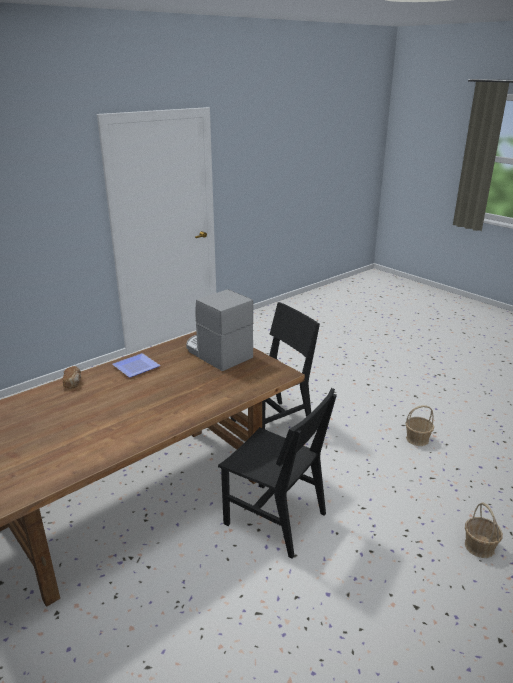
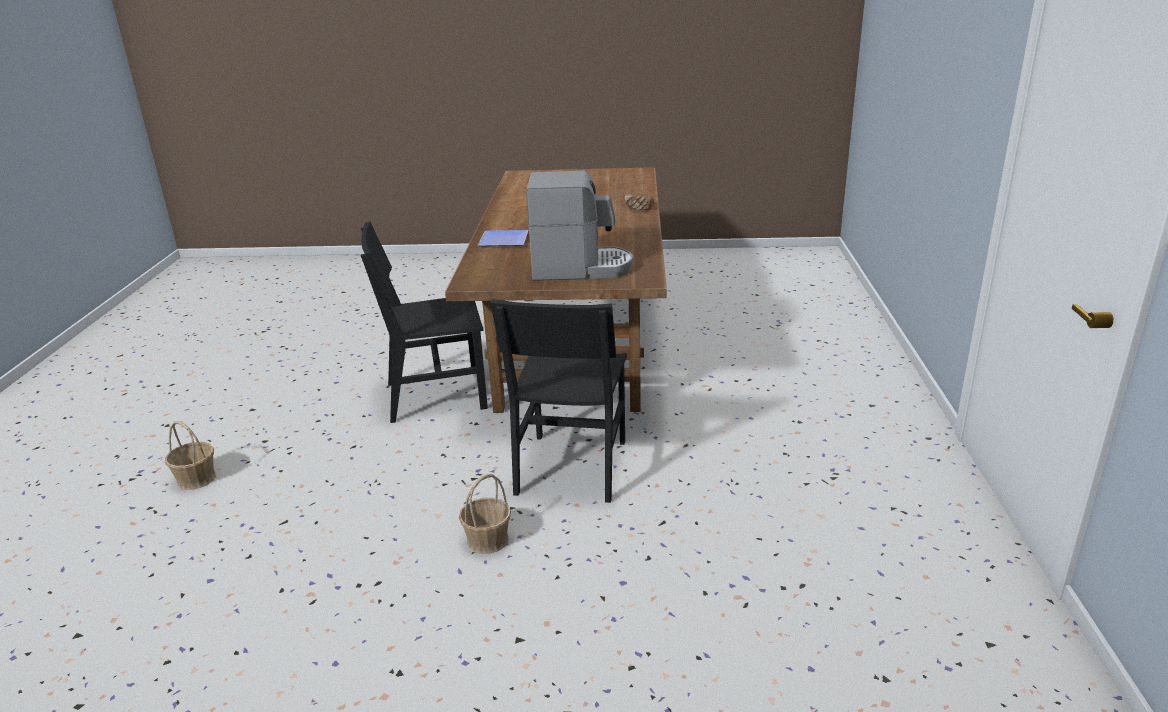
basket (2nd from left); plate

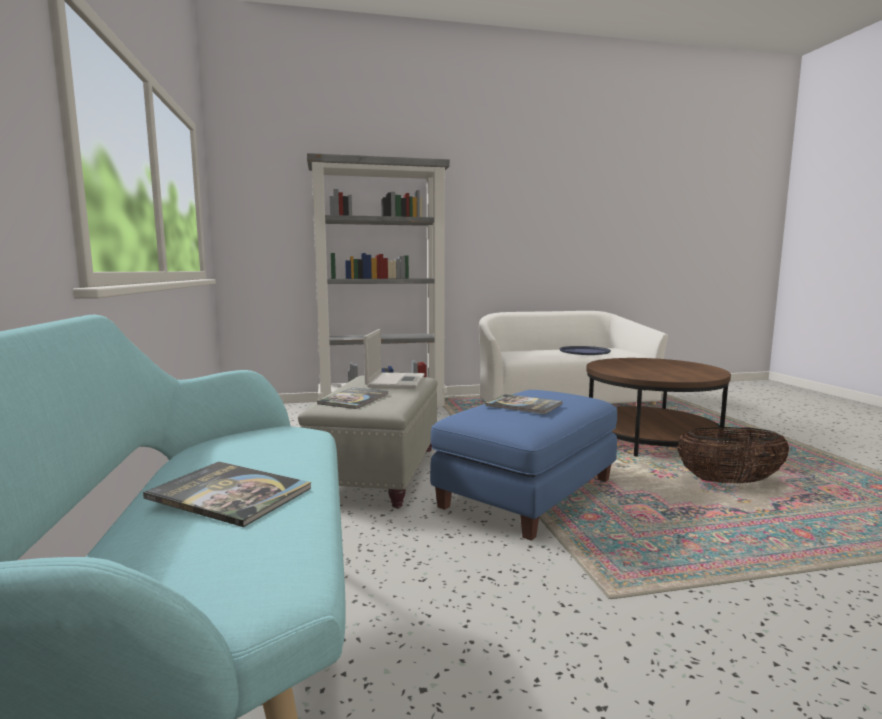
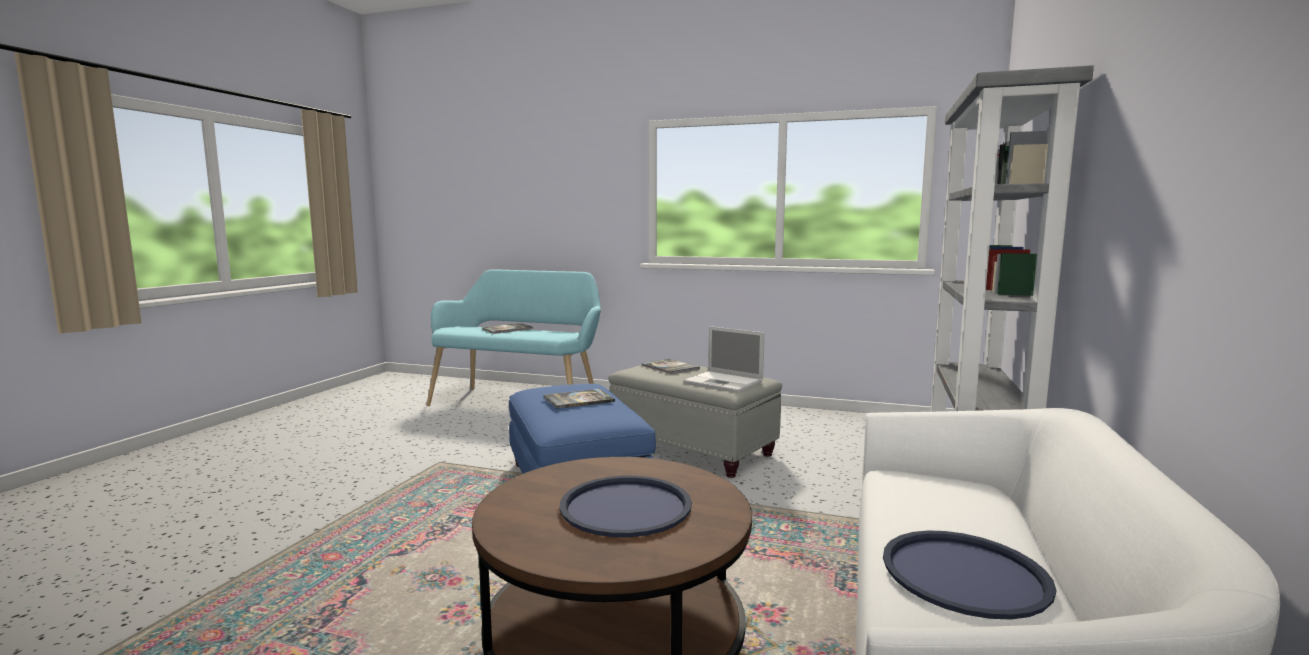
blue tray (1st from left); basket

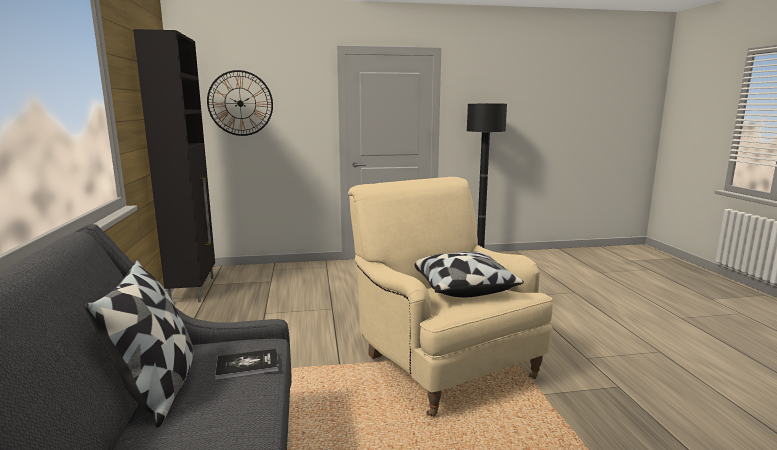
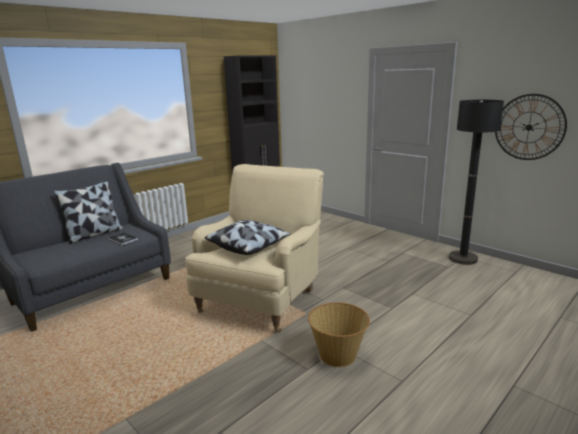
basket; wall clock

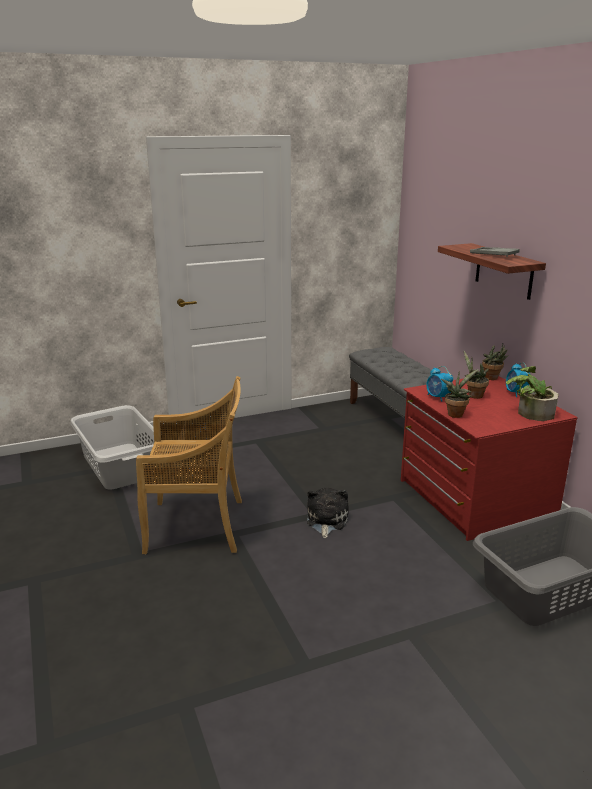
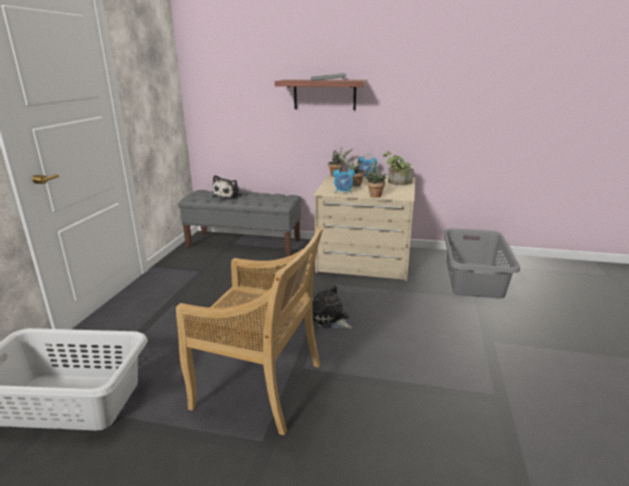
beige chair; plush toy (1st from left); beige dresser

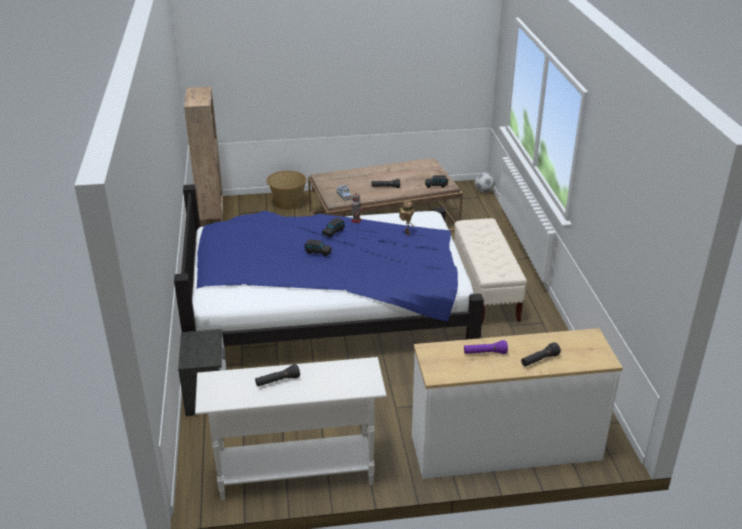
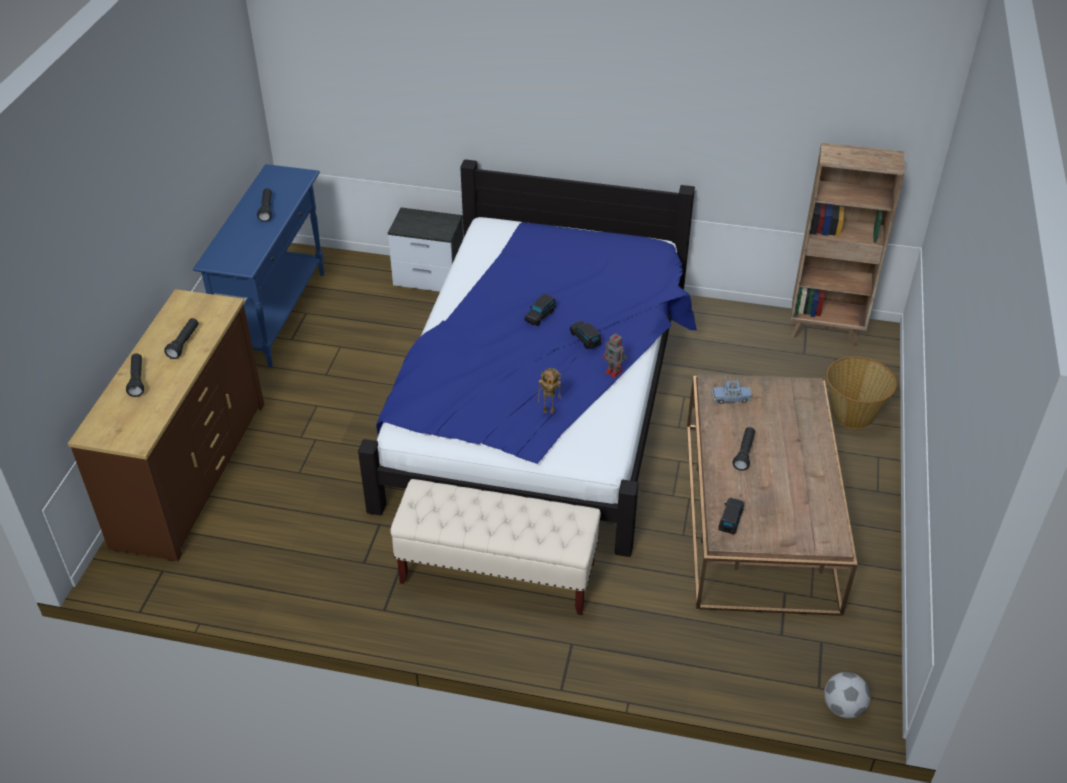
brown dresser; black flashlight (2nd from left); blue console table

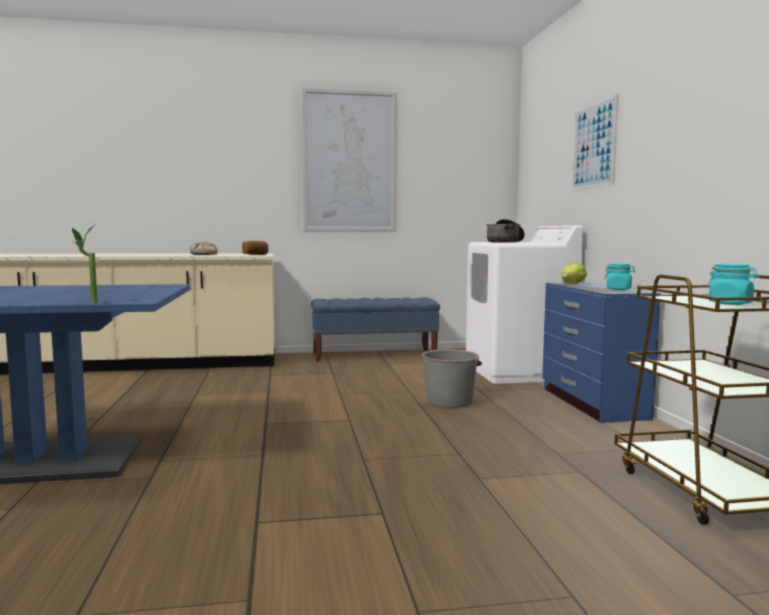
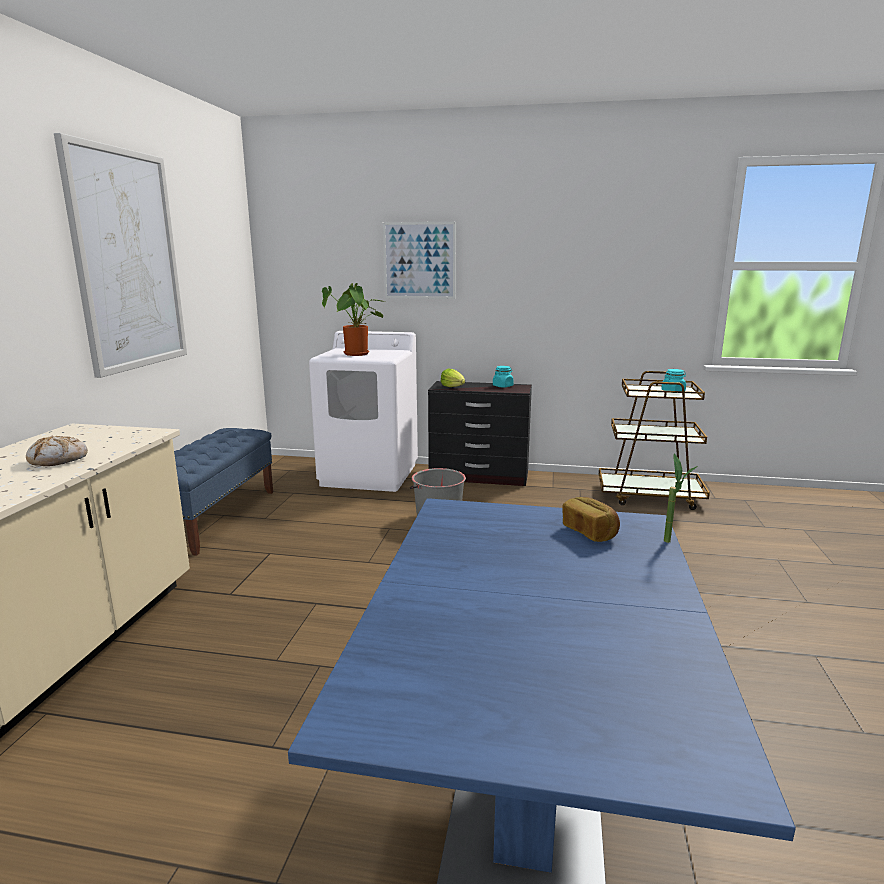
potted plant (1st from left); black dresser; bread (2nd from left)

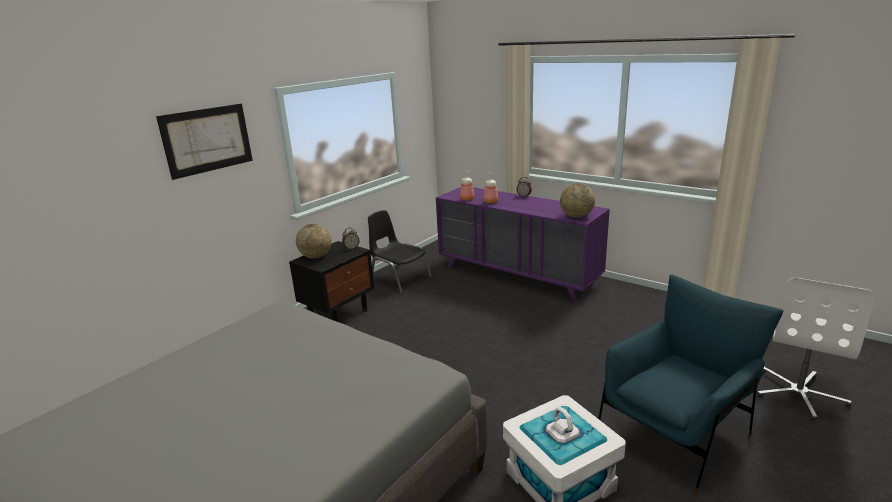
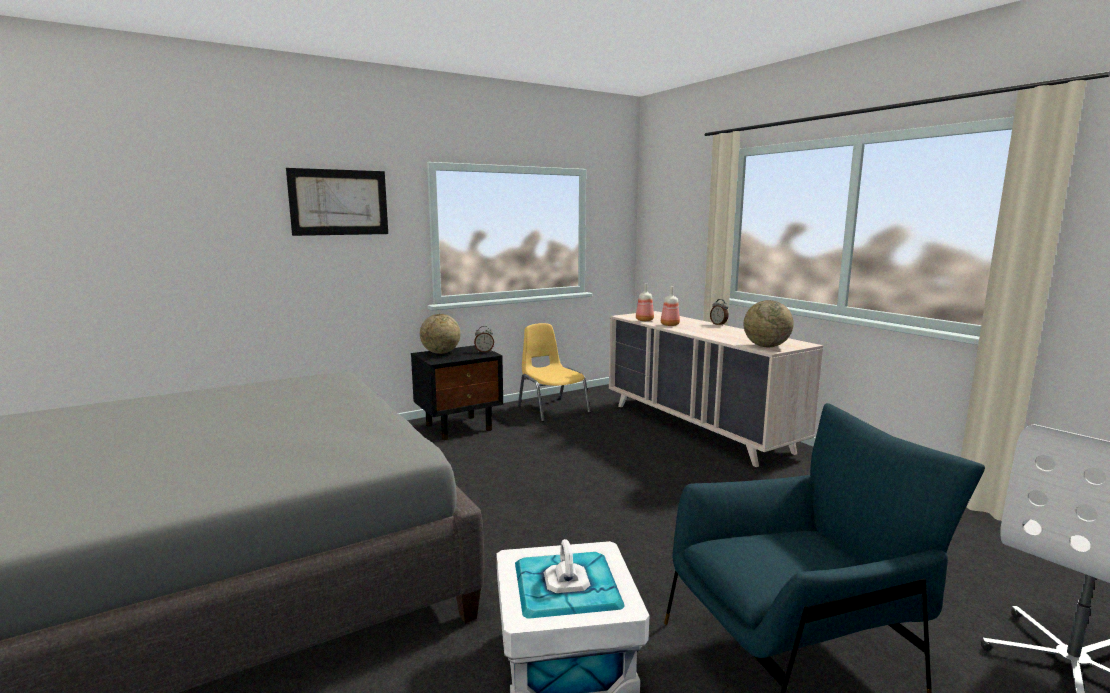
yellow chair; beige dresser

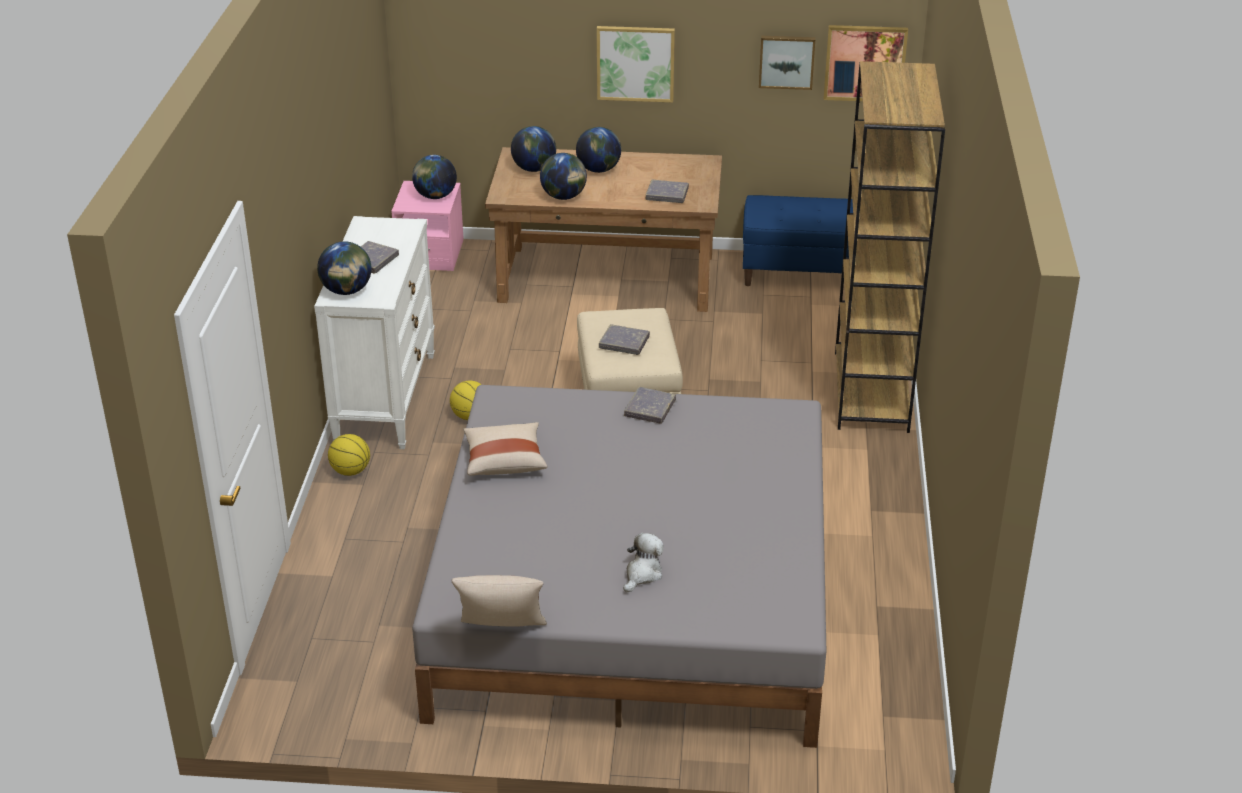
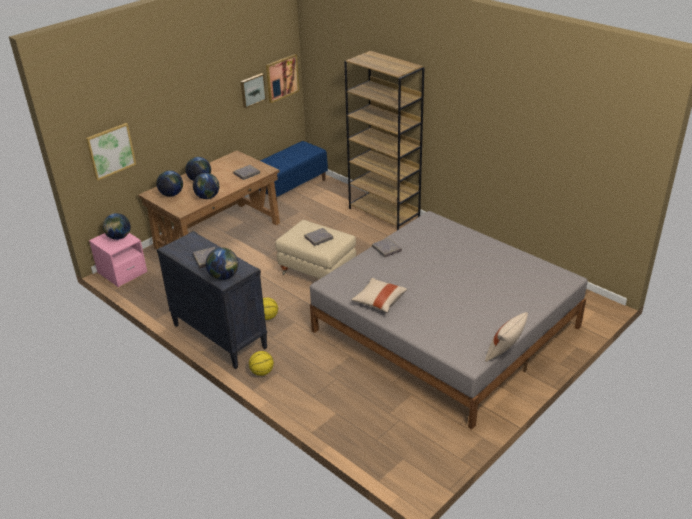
picture (1st from left); black dresser; plush toy

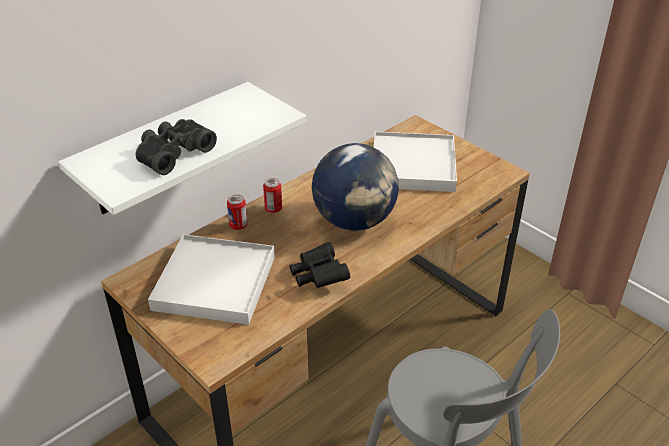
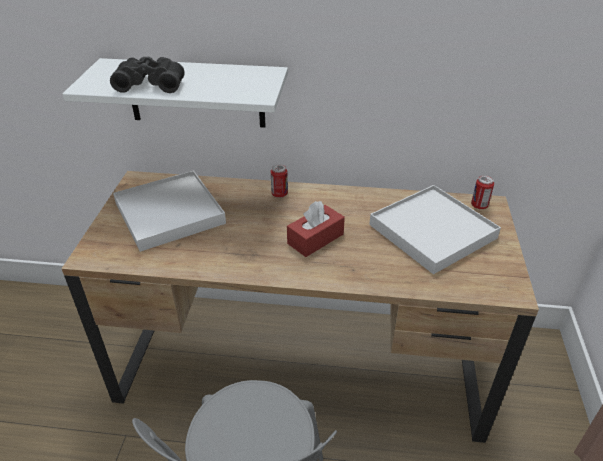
red tissue box; can (2nd from left); black binoculars (2nd from left in the first image)

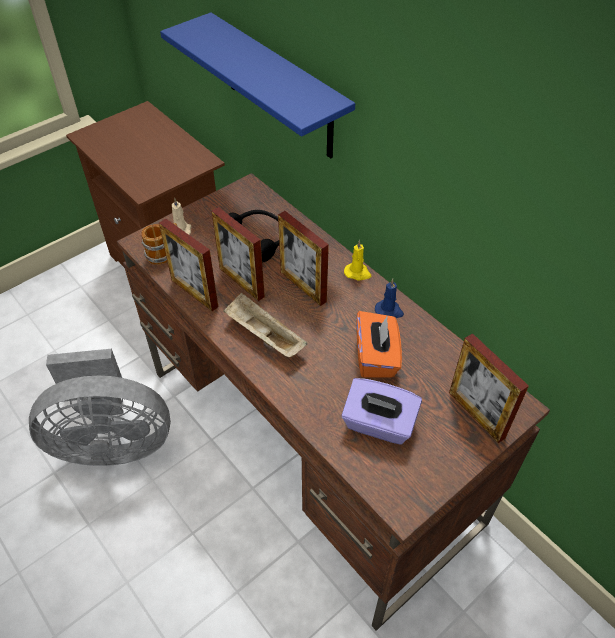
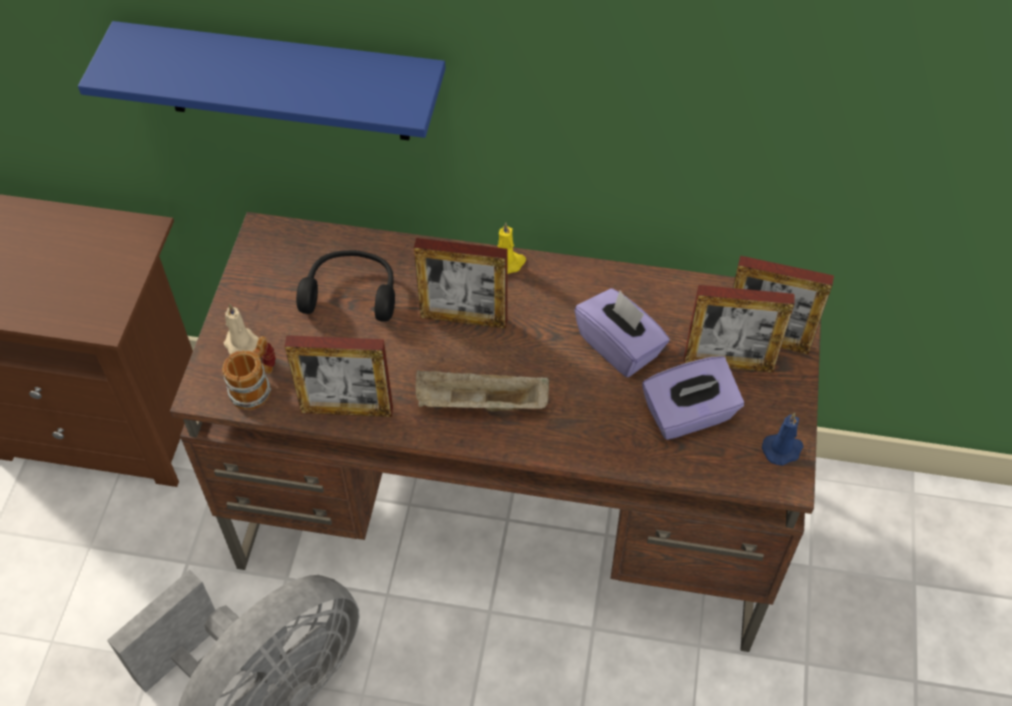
purple tissue box (1st from left); picture frame (3rd from left); blue candle

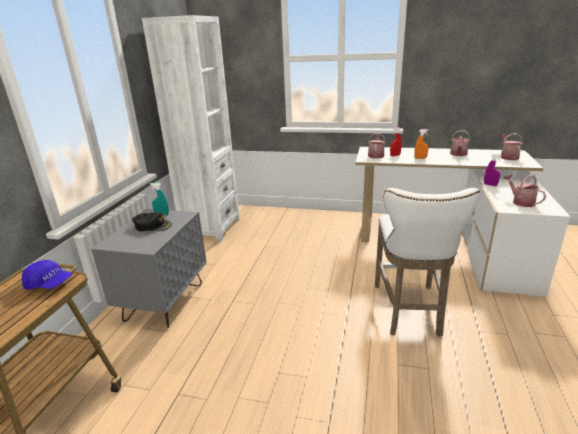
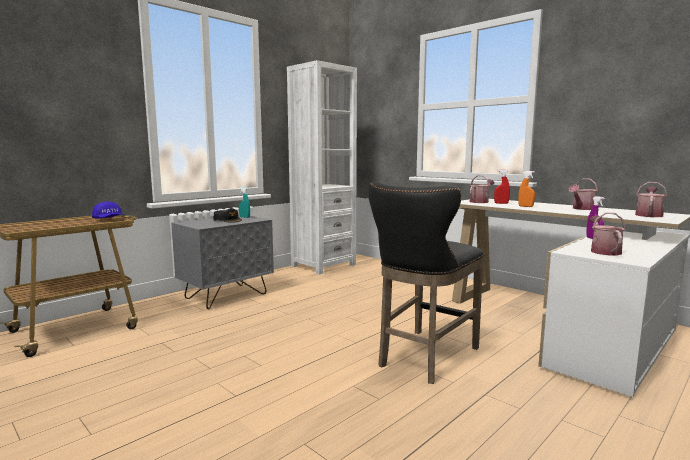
black stool

